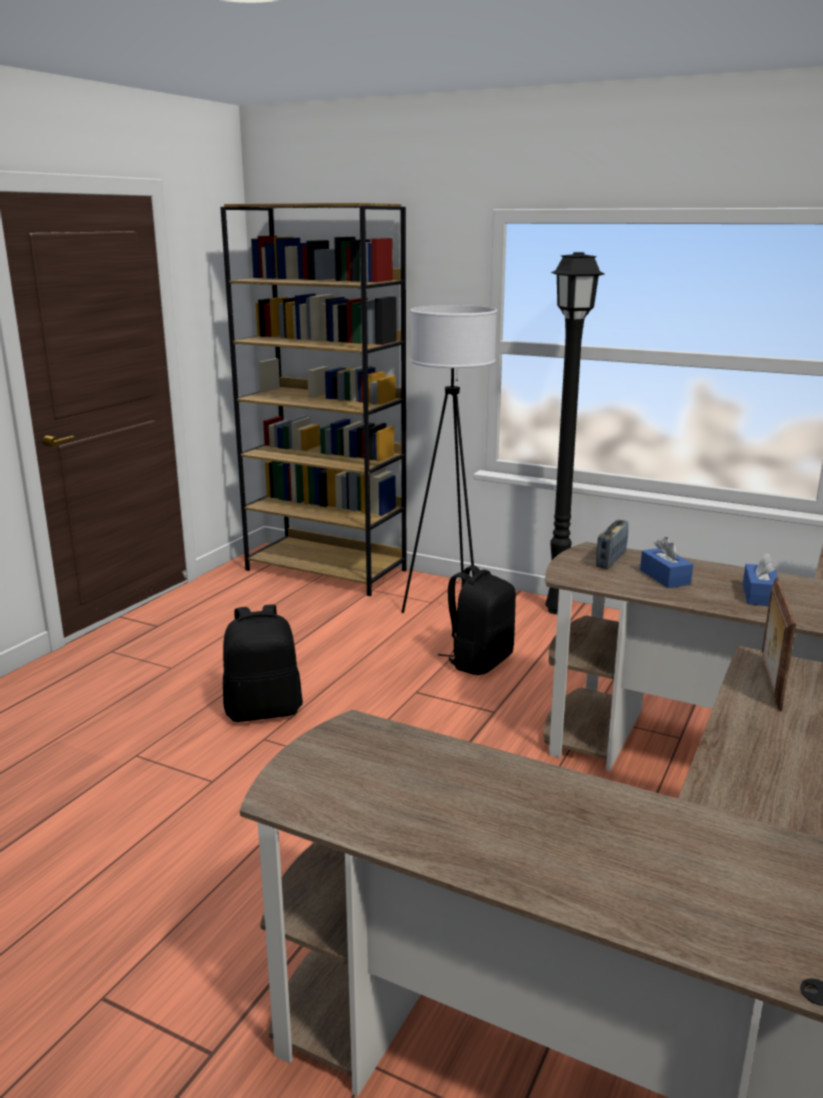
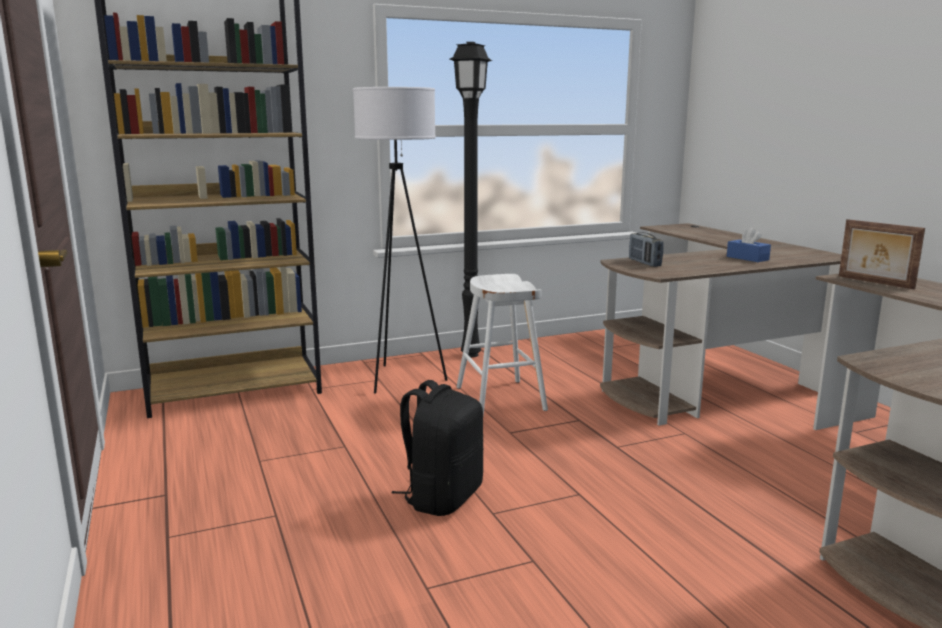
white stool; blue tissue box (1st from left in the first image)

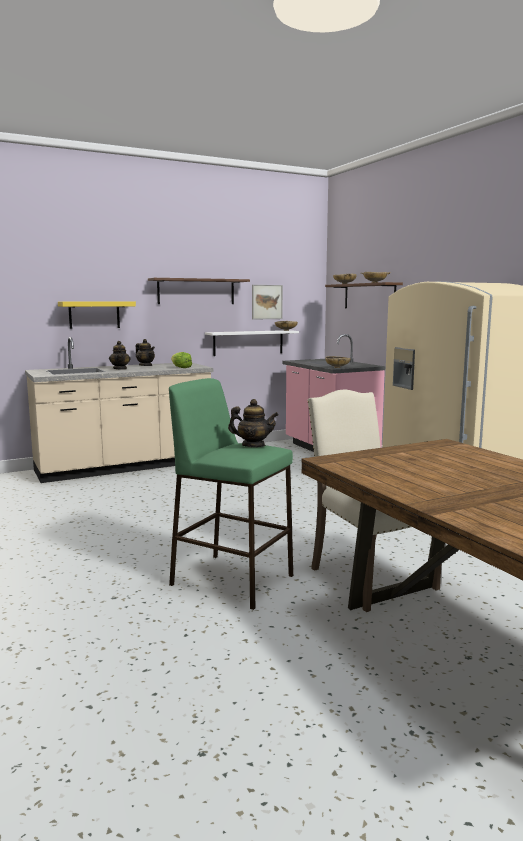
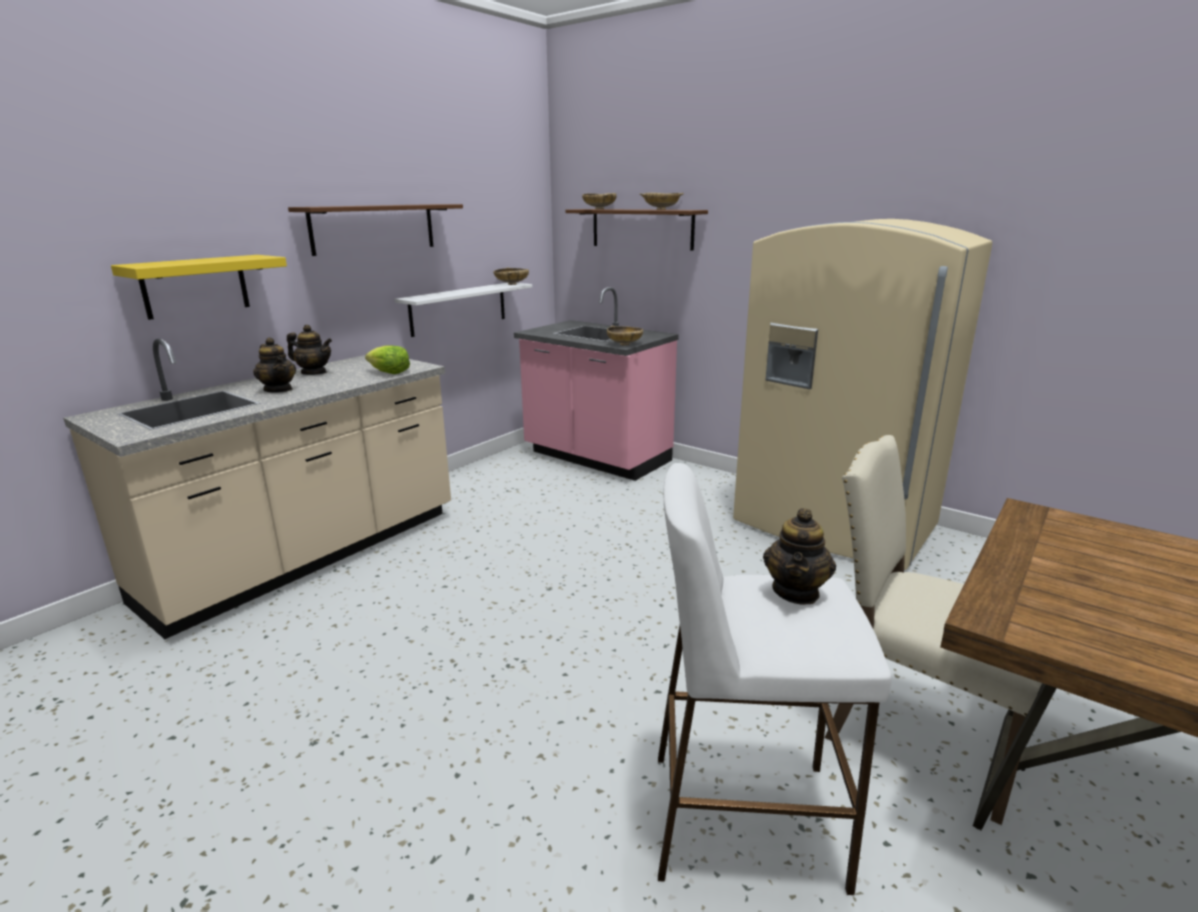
white stool; teapot (3rd from left); picture

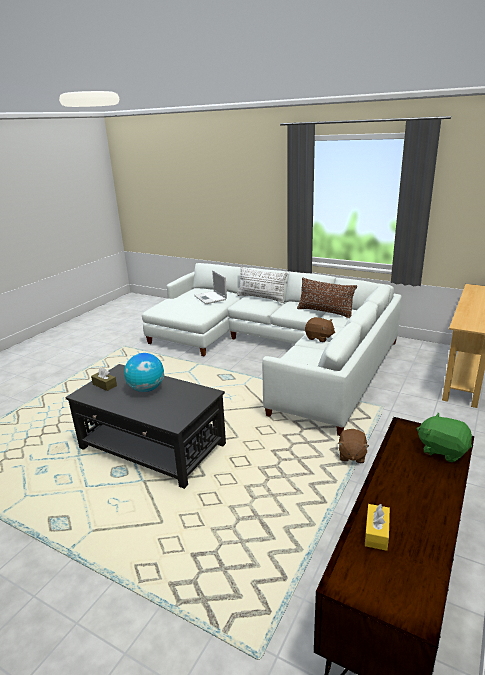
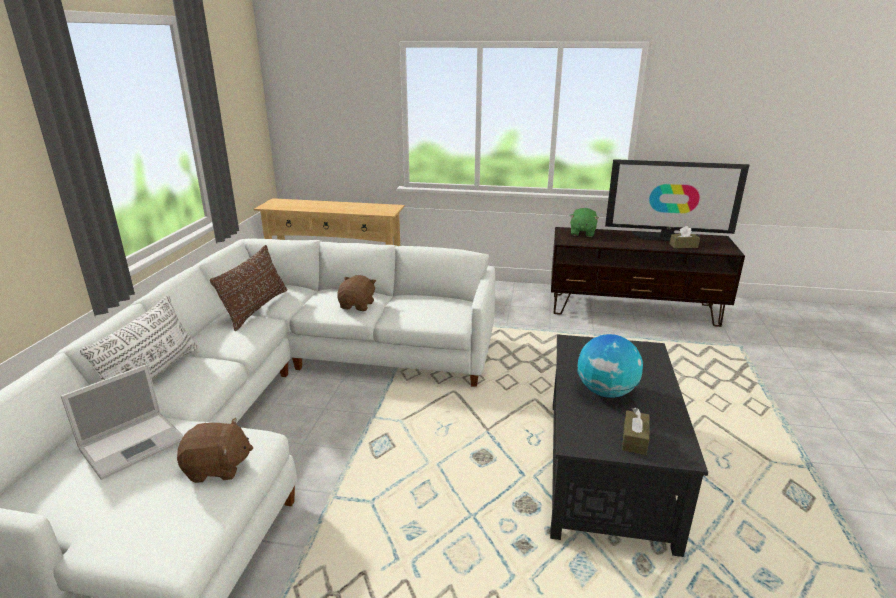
brown plush toy (1st from left); television; brown tissue box (2nd from left)

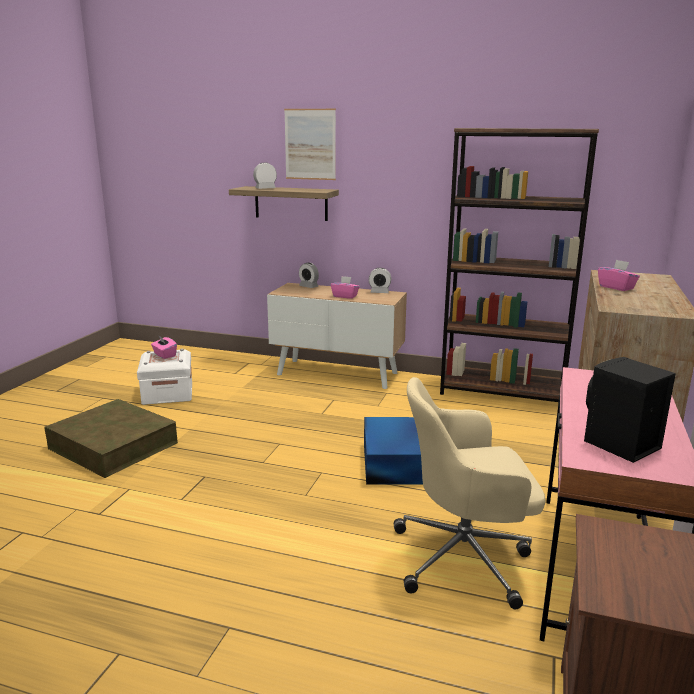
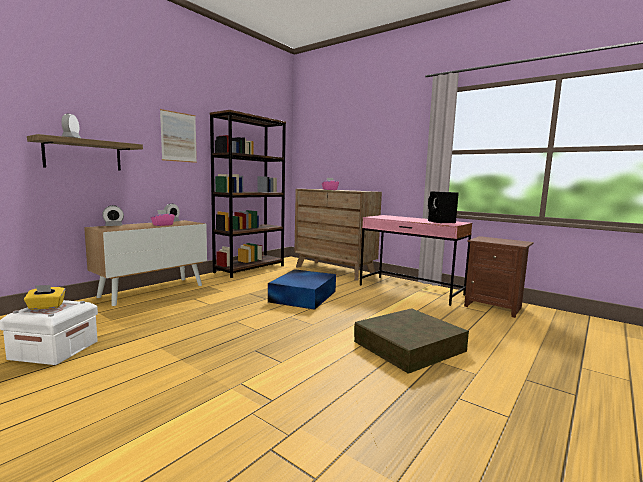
yellow tissue box; picture; brown storage box; beige office chair

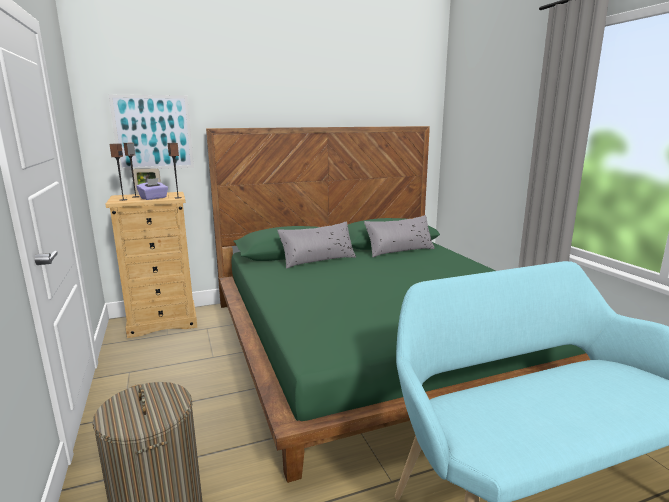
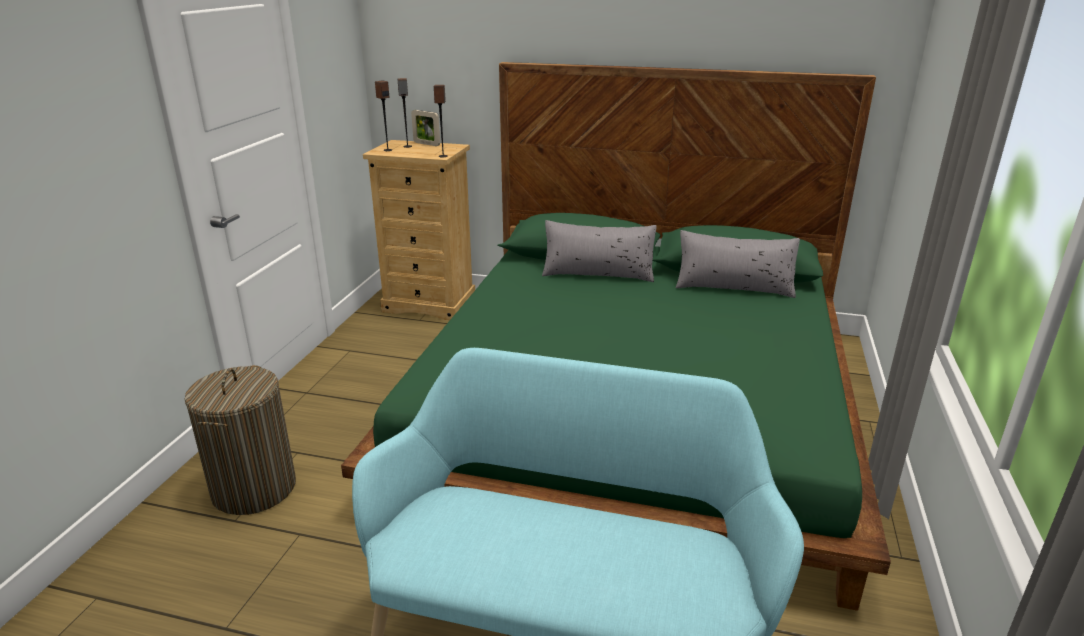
picture; purple tissue box

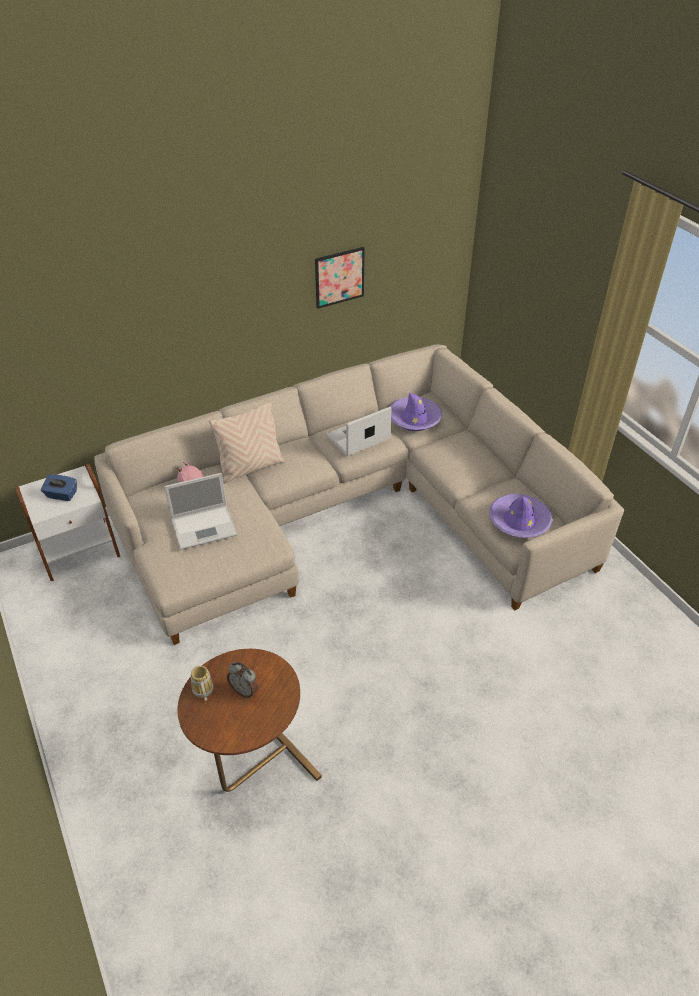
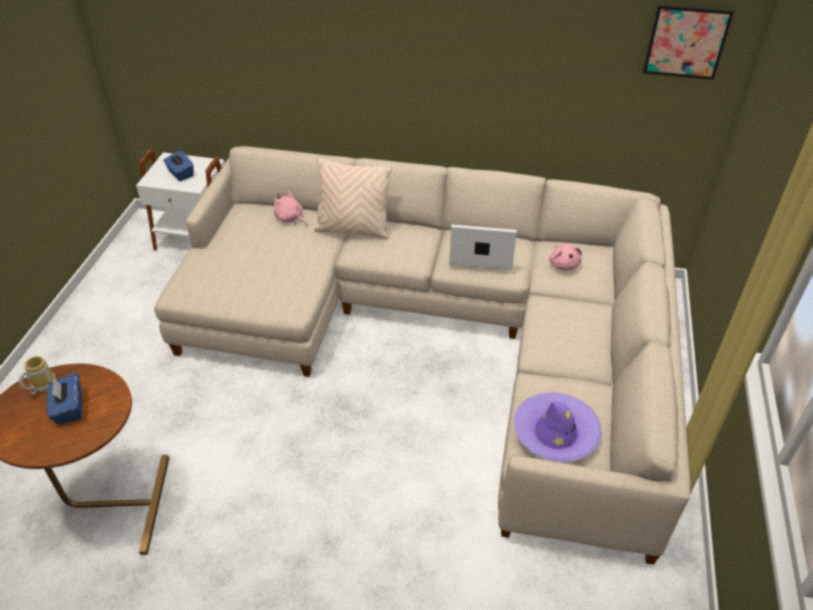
blue tissue box (1st from left); pink plush toy (2nd from left); picture; laptop (1st from left in the first image)

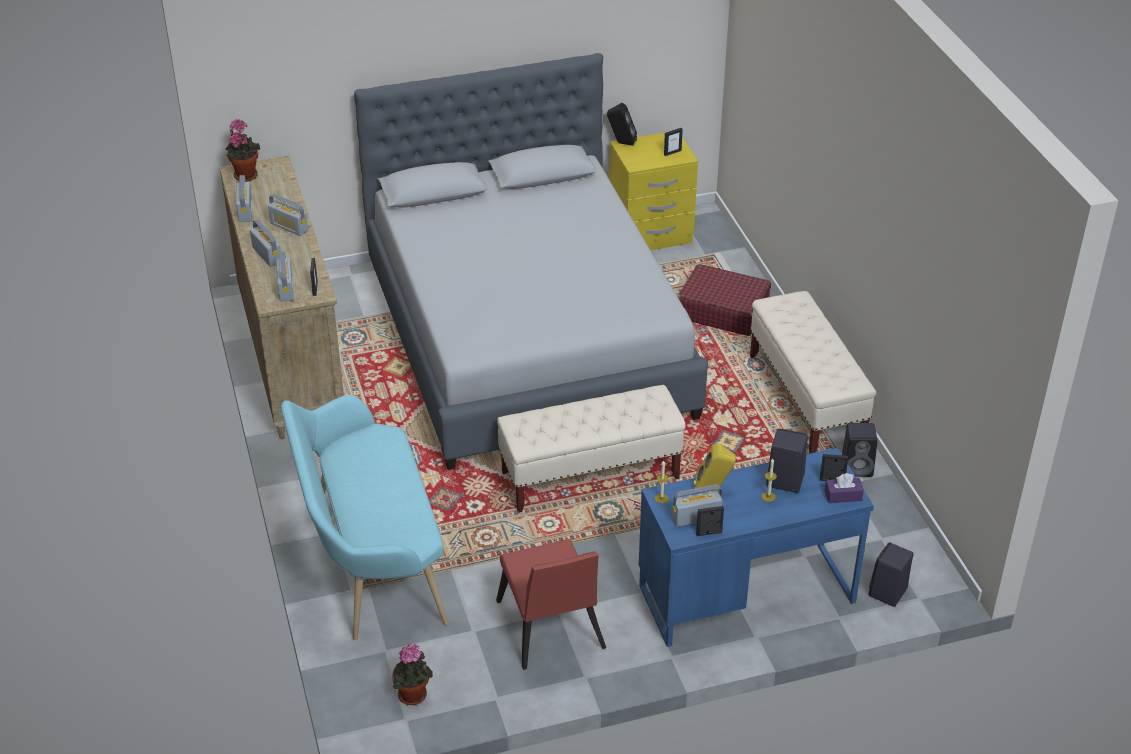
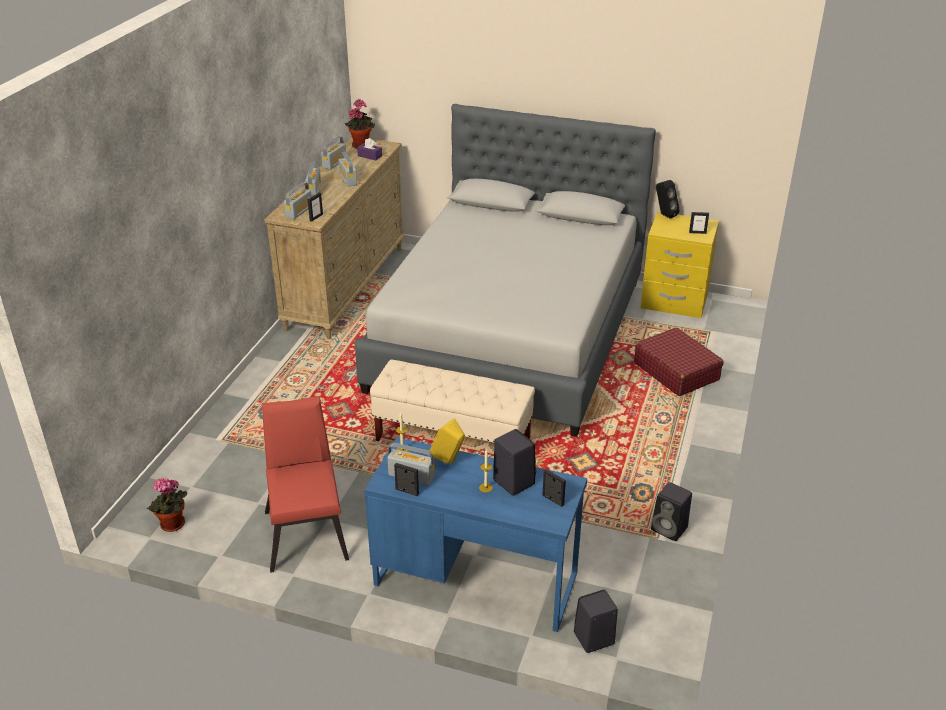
red chair; purple tissue box; turquoise bench; beige bench (2nd from left in the first image)

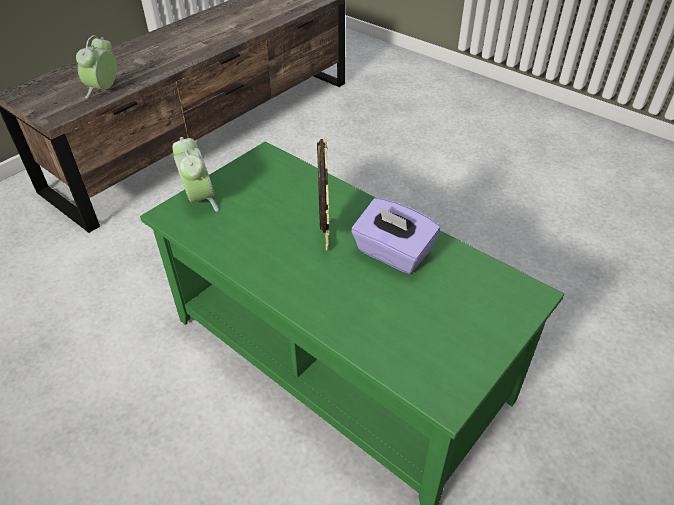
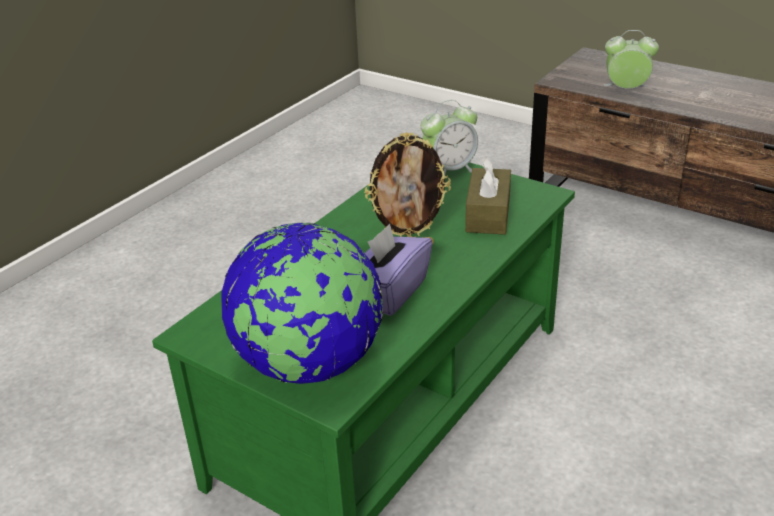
globe; brown tissue box

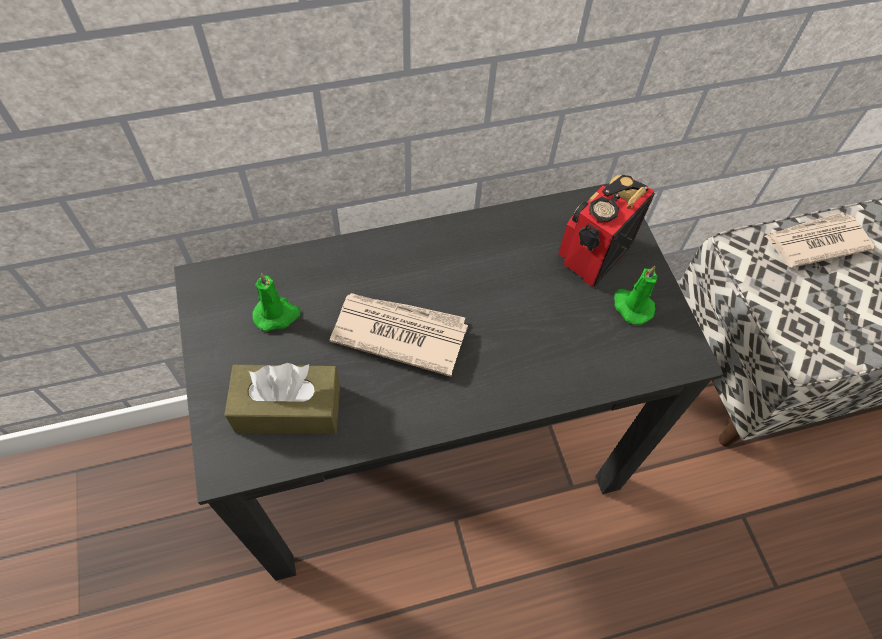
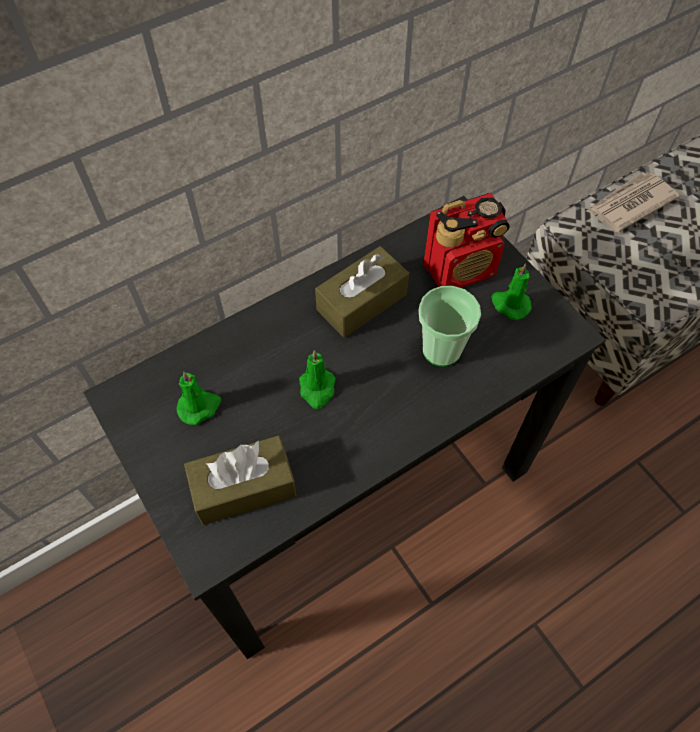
green candle (2nd from left); brown tissue box (2nd from left); cup; radio

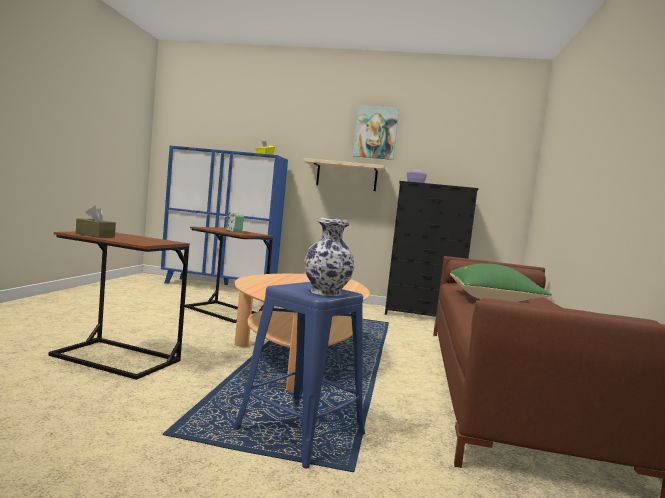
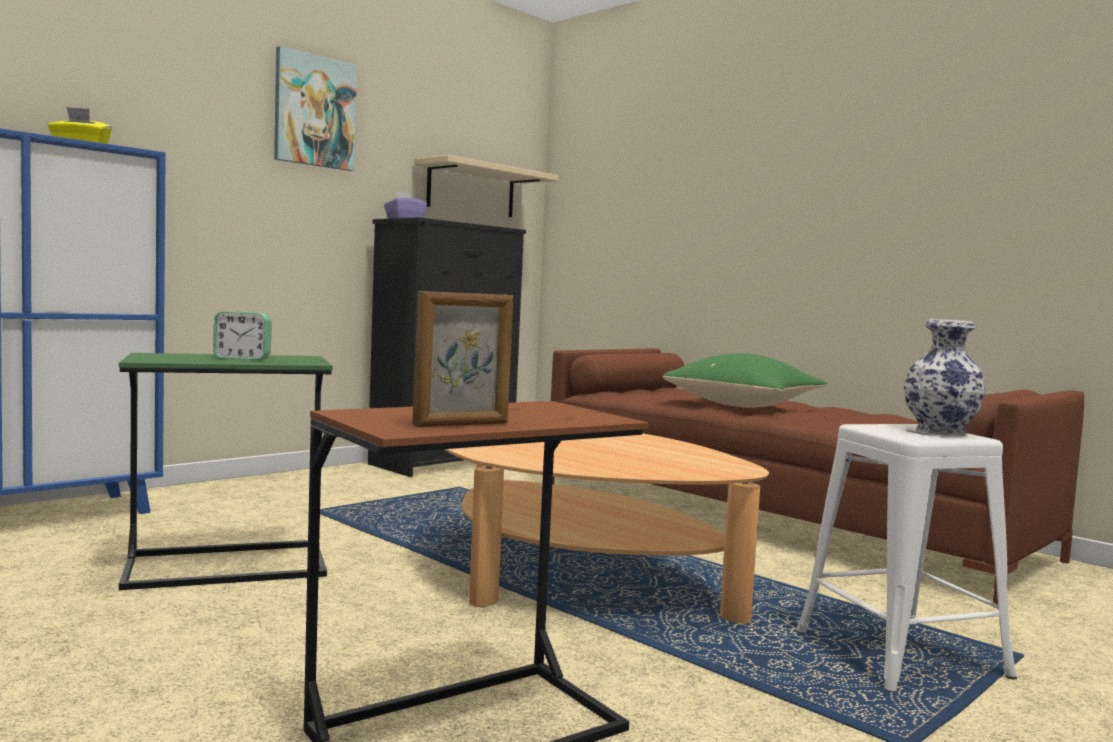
green side table; picture frame; beige shelf; white stool

